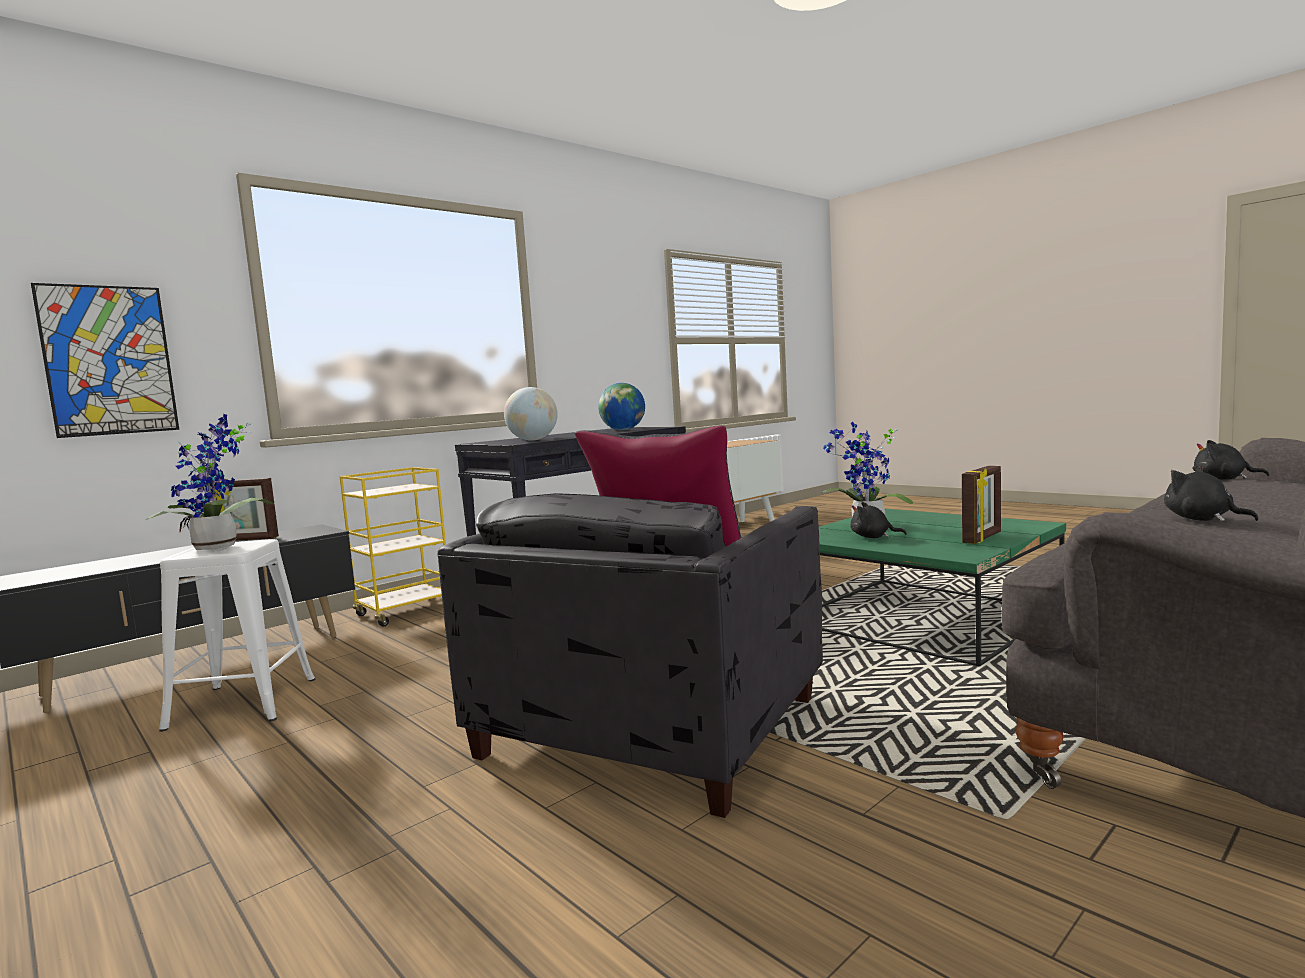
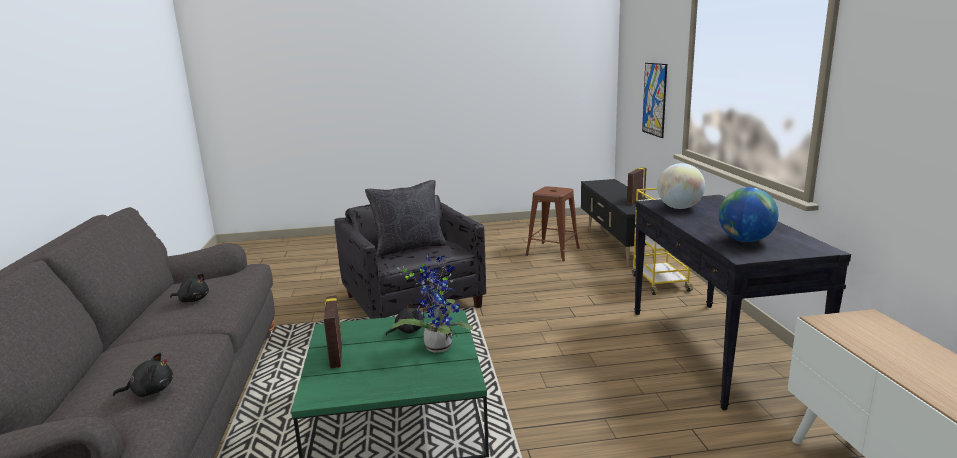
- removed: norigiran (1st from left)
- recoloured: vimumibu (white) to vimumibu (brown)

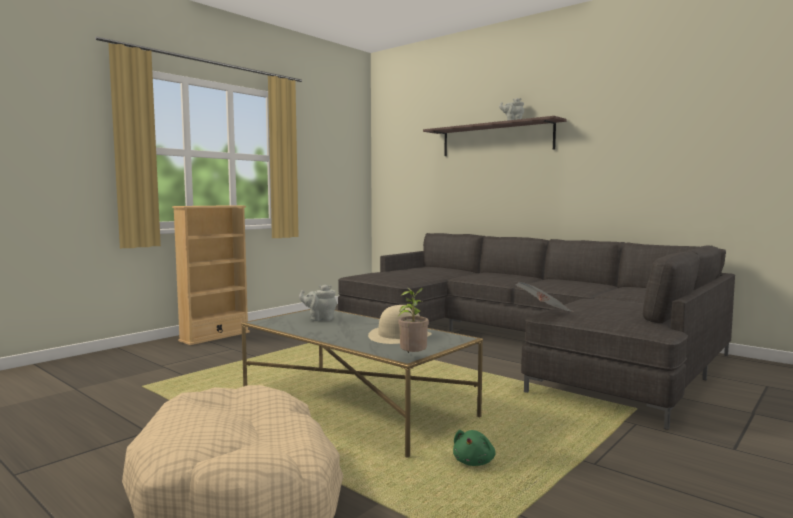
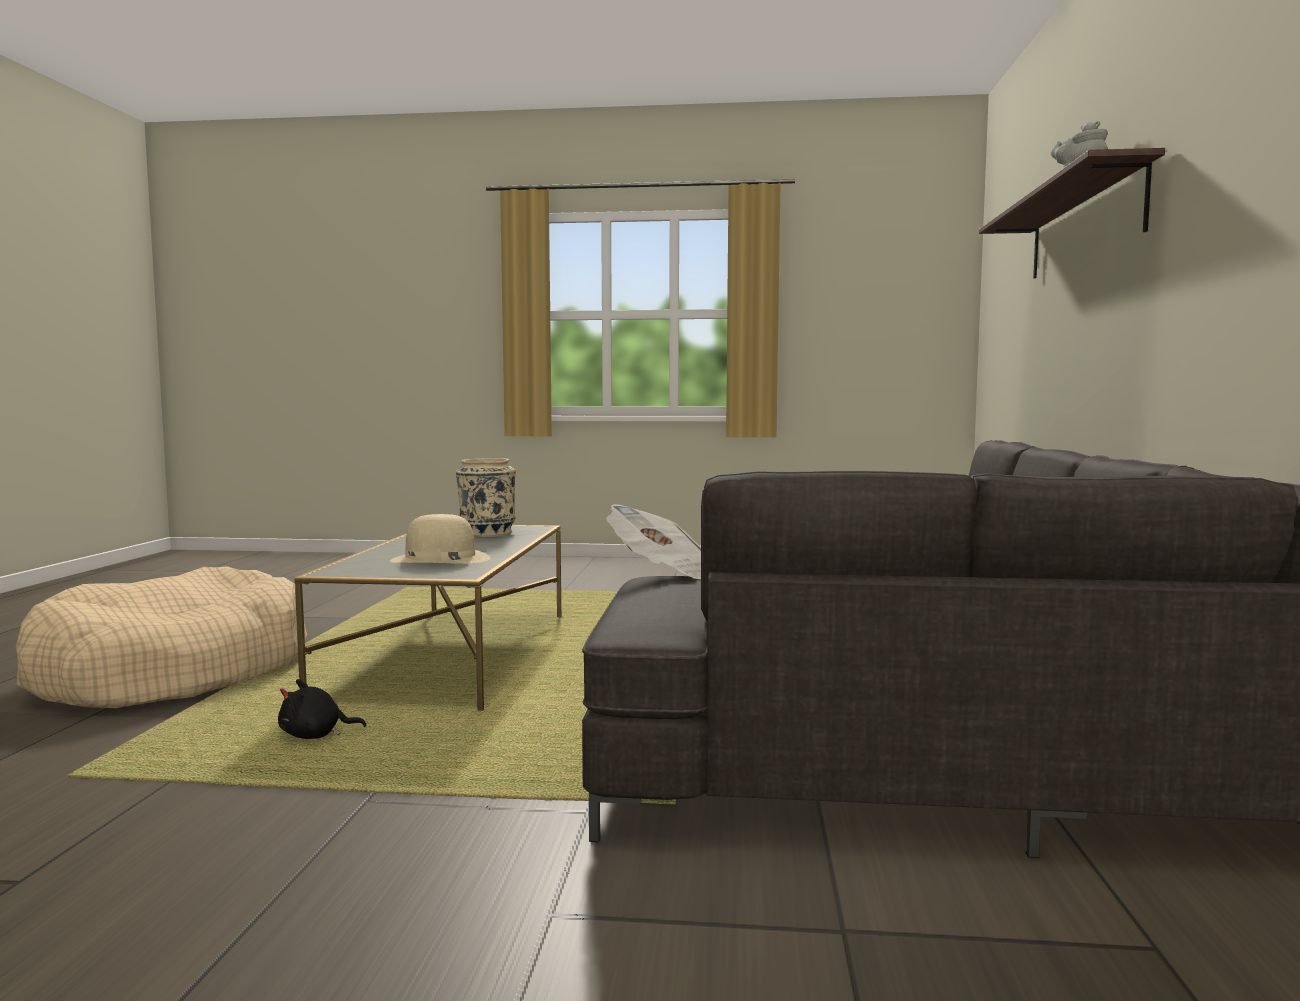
- removed: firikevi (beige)
- replaced: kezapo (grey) (1st from left) to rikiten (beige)
- removed: norigiran
- recoloured: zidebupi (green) to zidebupi (black)

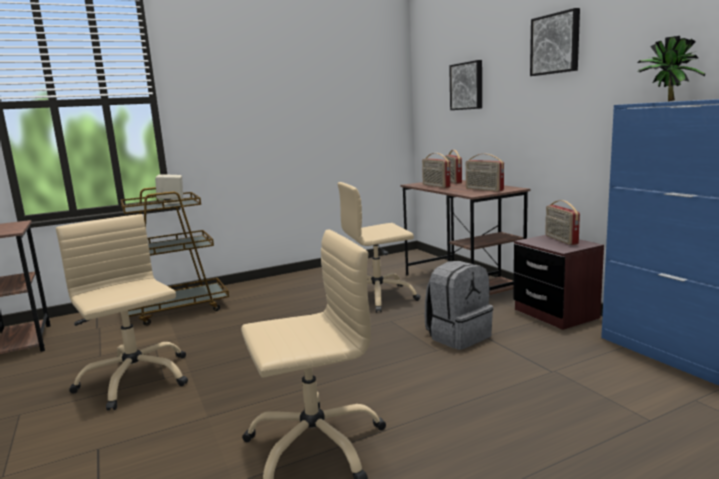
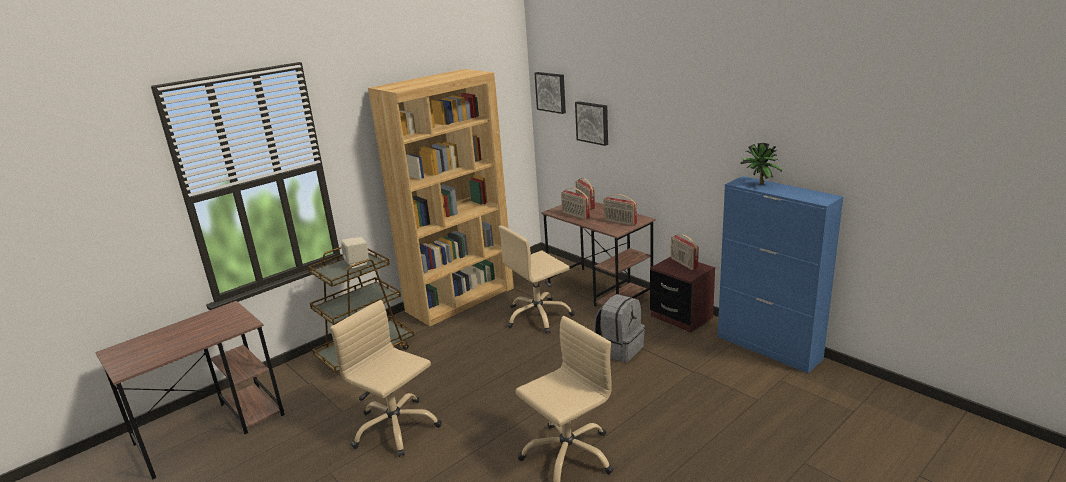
- moved: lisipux (2nd from left in the first image) to lisipux (1st from left)
- added: firikevi (brown)

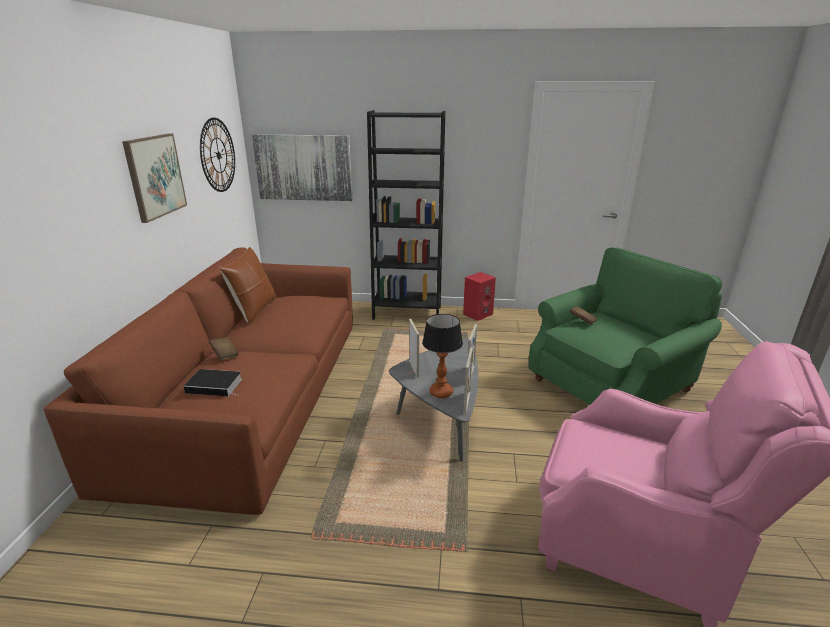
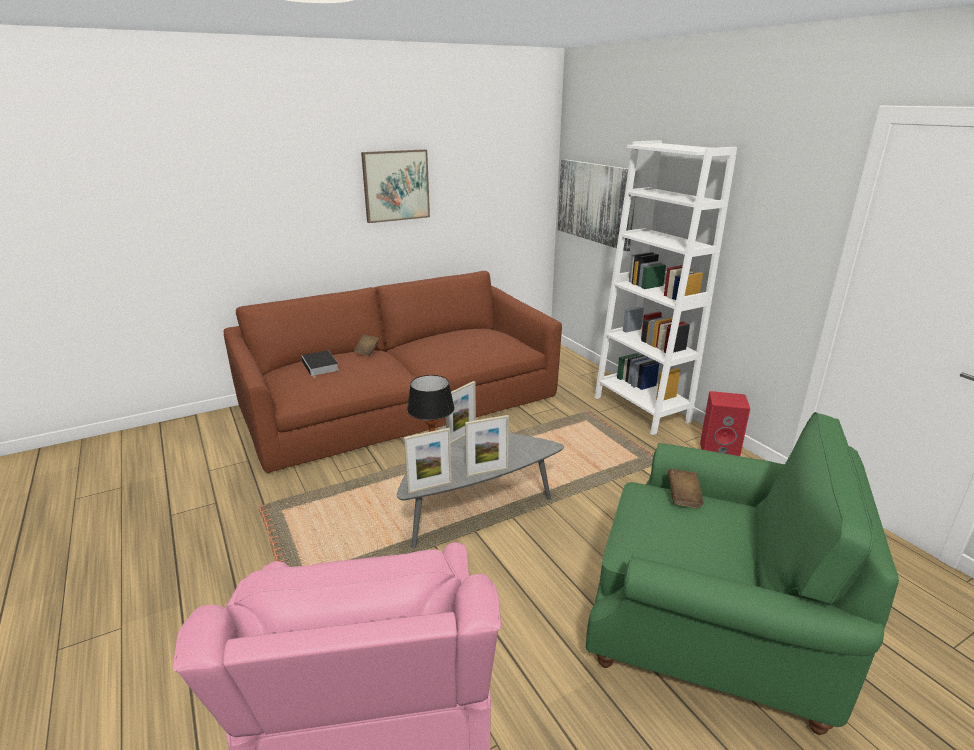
- removed: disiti
- removed: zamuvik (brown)
- recoloured: firikevi (black) to firikevi (white)

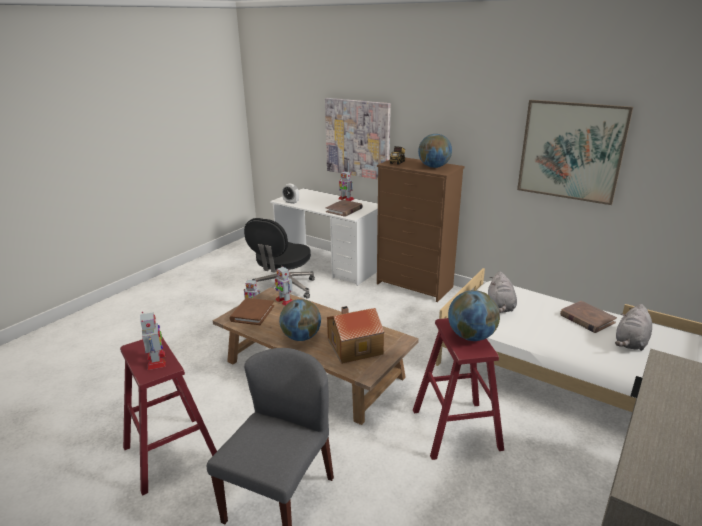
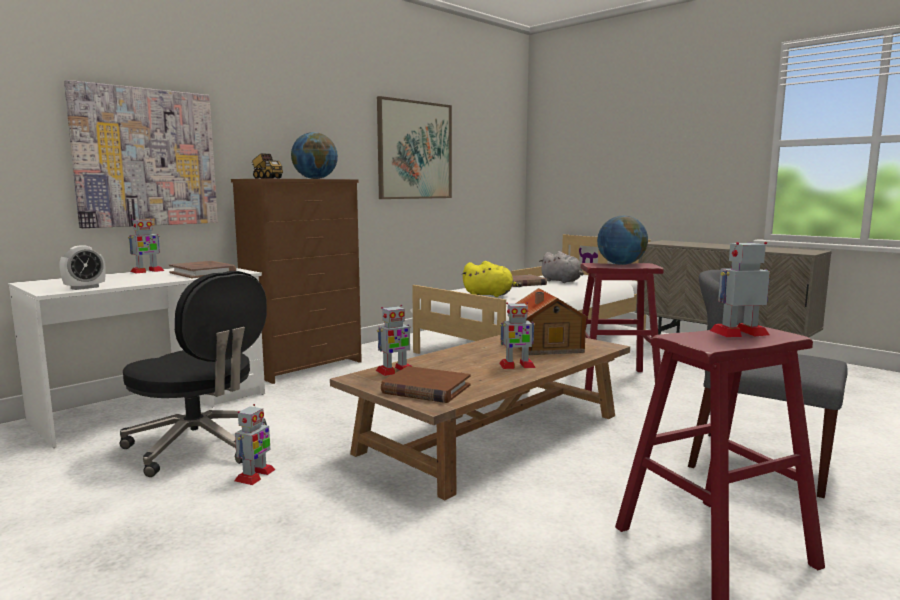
- replaced: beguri (1st from left) to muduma (4th from left)
- recoloured: zidebupi (grey) (1st from left) to zidebupi (yellow)

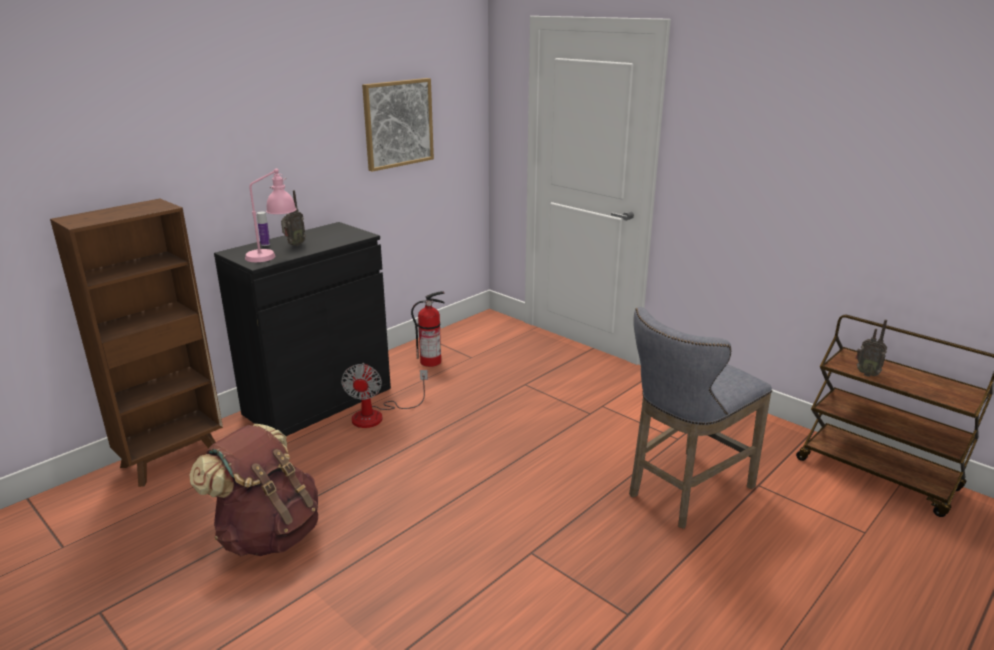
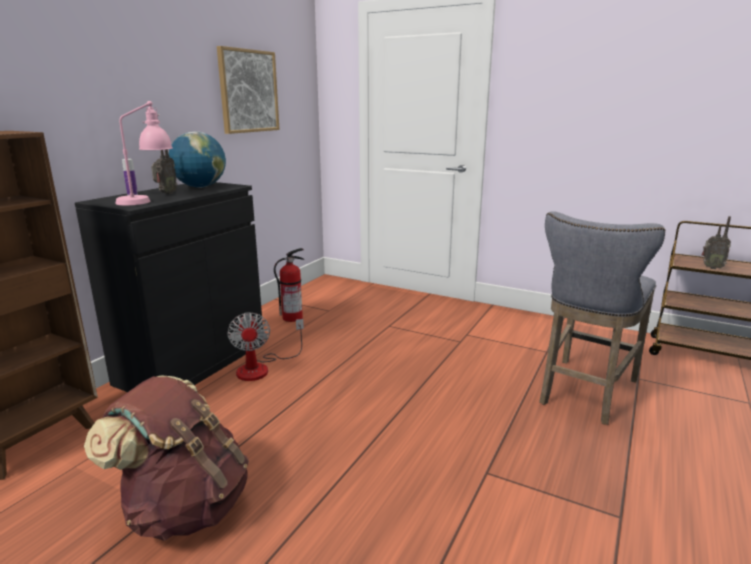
- added: beguri

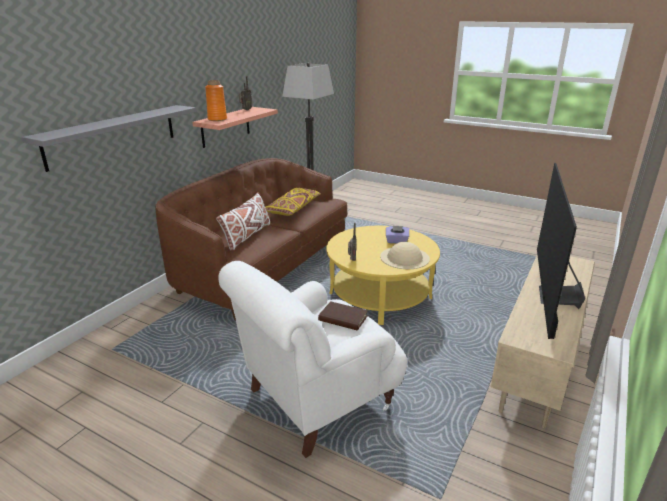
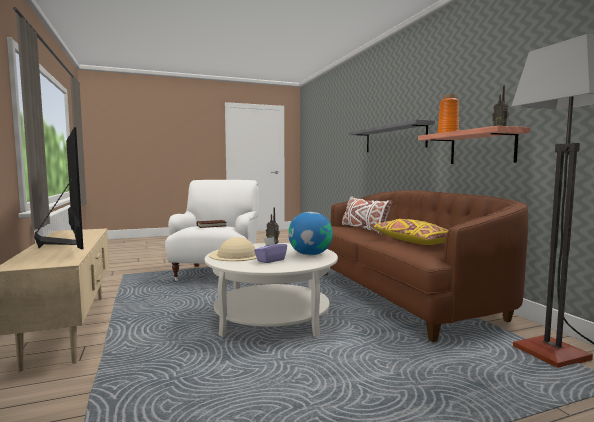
- recoloured: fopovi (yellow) to fopovi (white)
- added: beguri

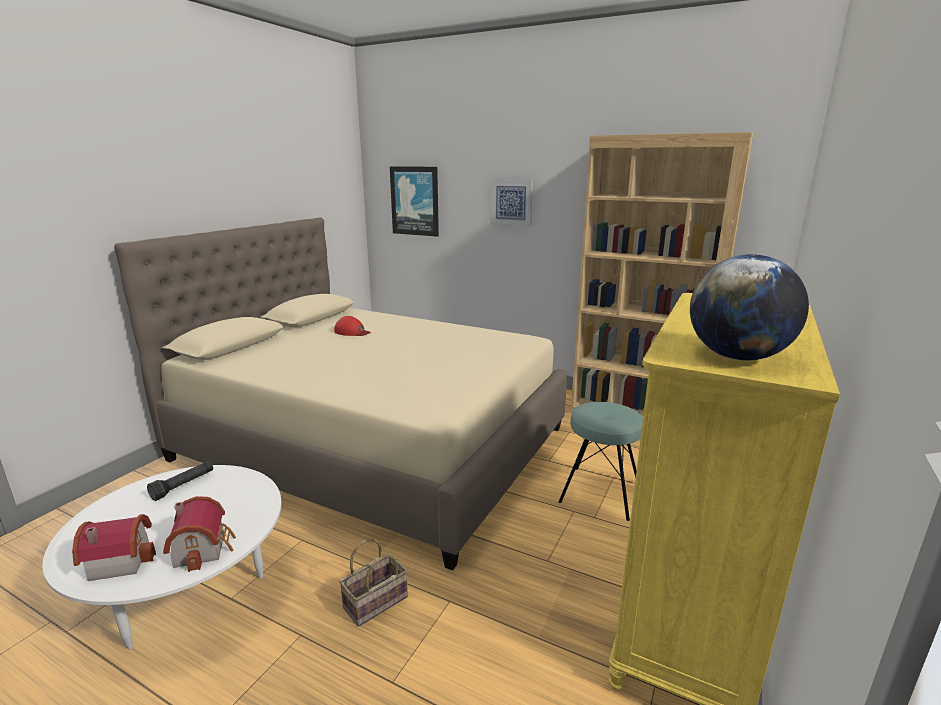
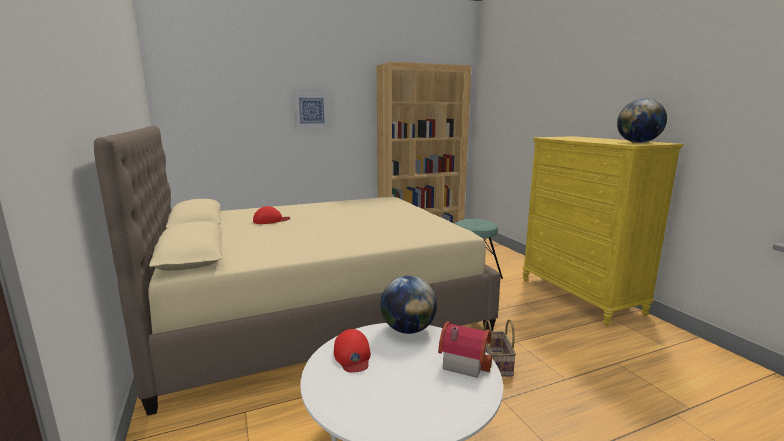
- removed: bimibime (1st from left)
- replaced: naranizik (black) to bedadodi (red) (2nd from left)
- removed: lisipux (1st from left)
- added: beguri (1st from left)

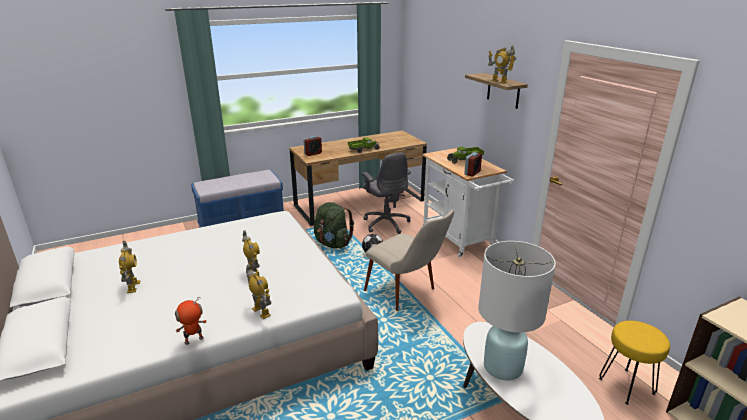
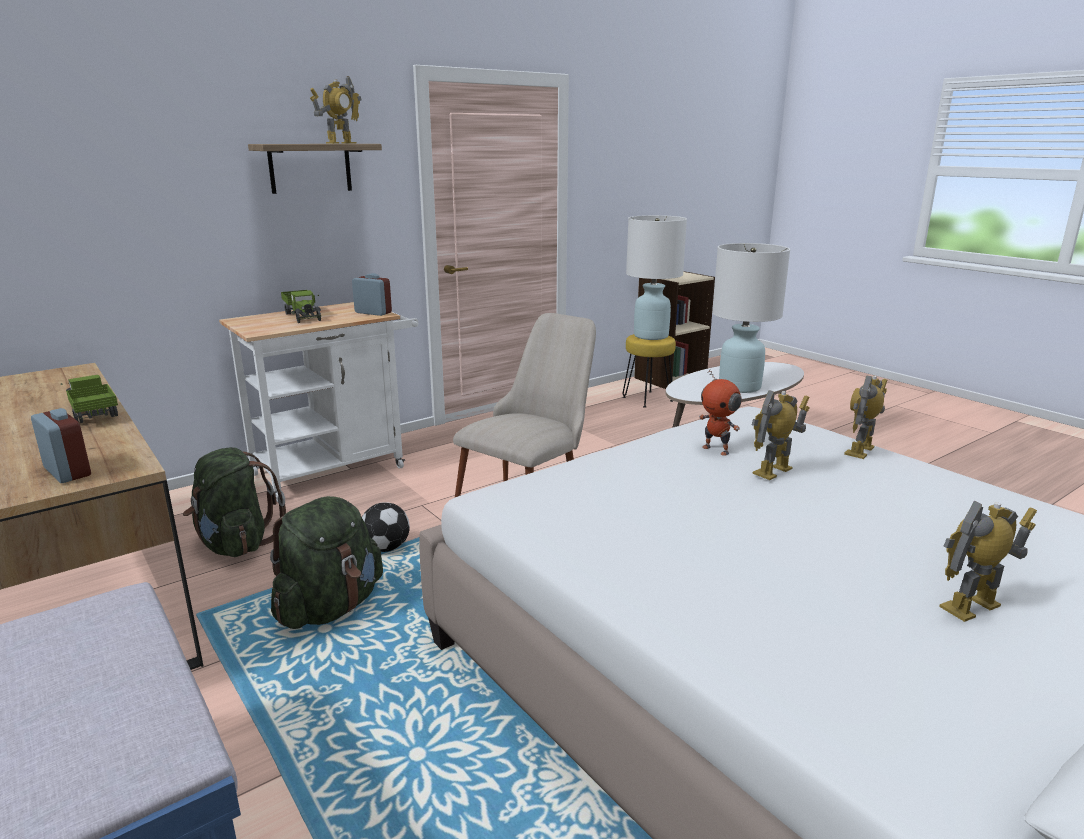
- moved: muduma (2nd from left)
- replaced: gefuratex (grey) to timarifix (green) (1st from left)
- added: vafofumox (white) (1st from left)

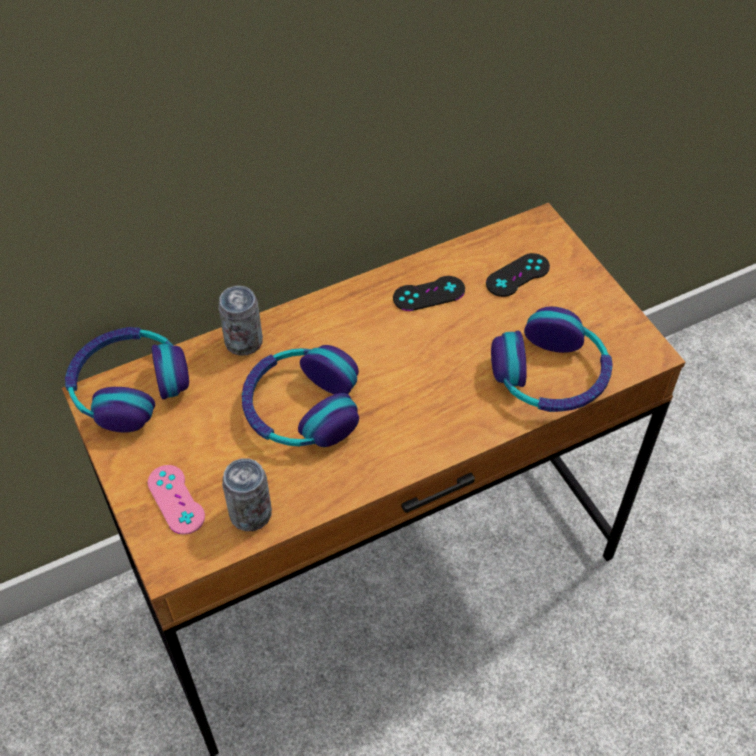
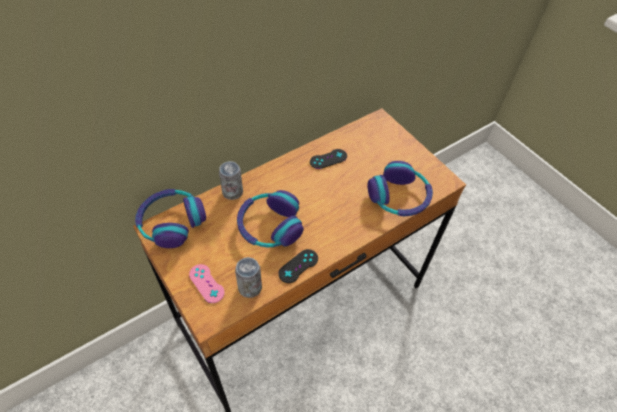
- moved: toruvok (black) (2nd from left in the first image) to toruvok (black) (1st from left)

